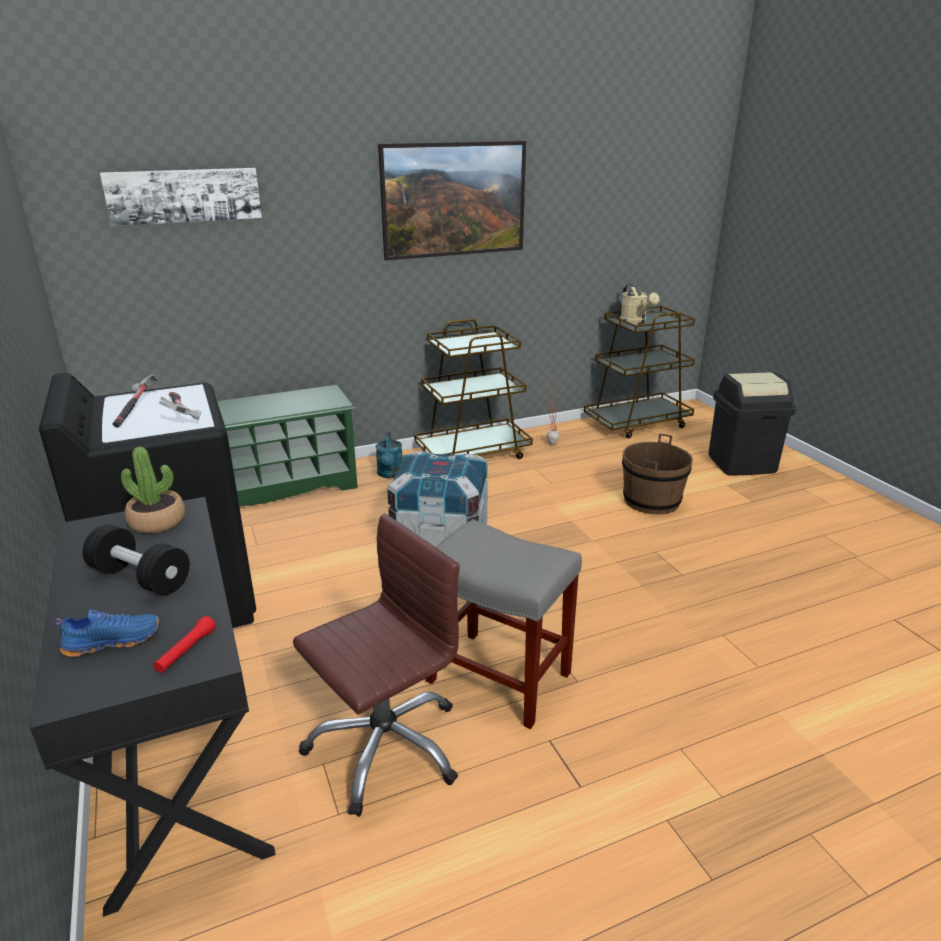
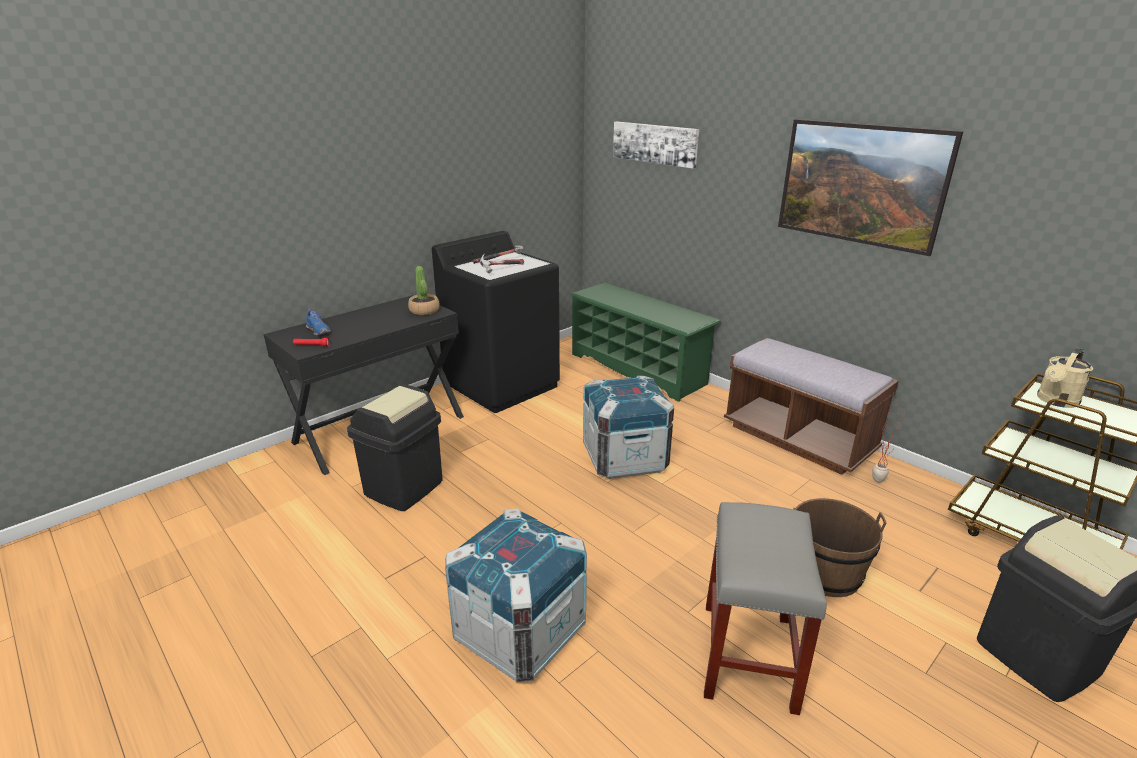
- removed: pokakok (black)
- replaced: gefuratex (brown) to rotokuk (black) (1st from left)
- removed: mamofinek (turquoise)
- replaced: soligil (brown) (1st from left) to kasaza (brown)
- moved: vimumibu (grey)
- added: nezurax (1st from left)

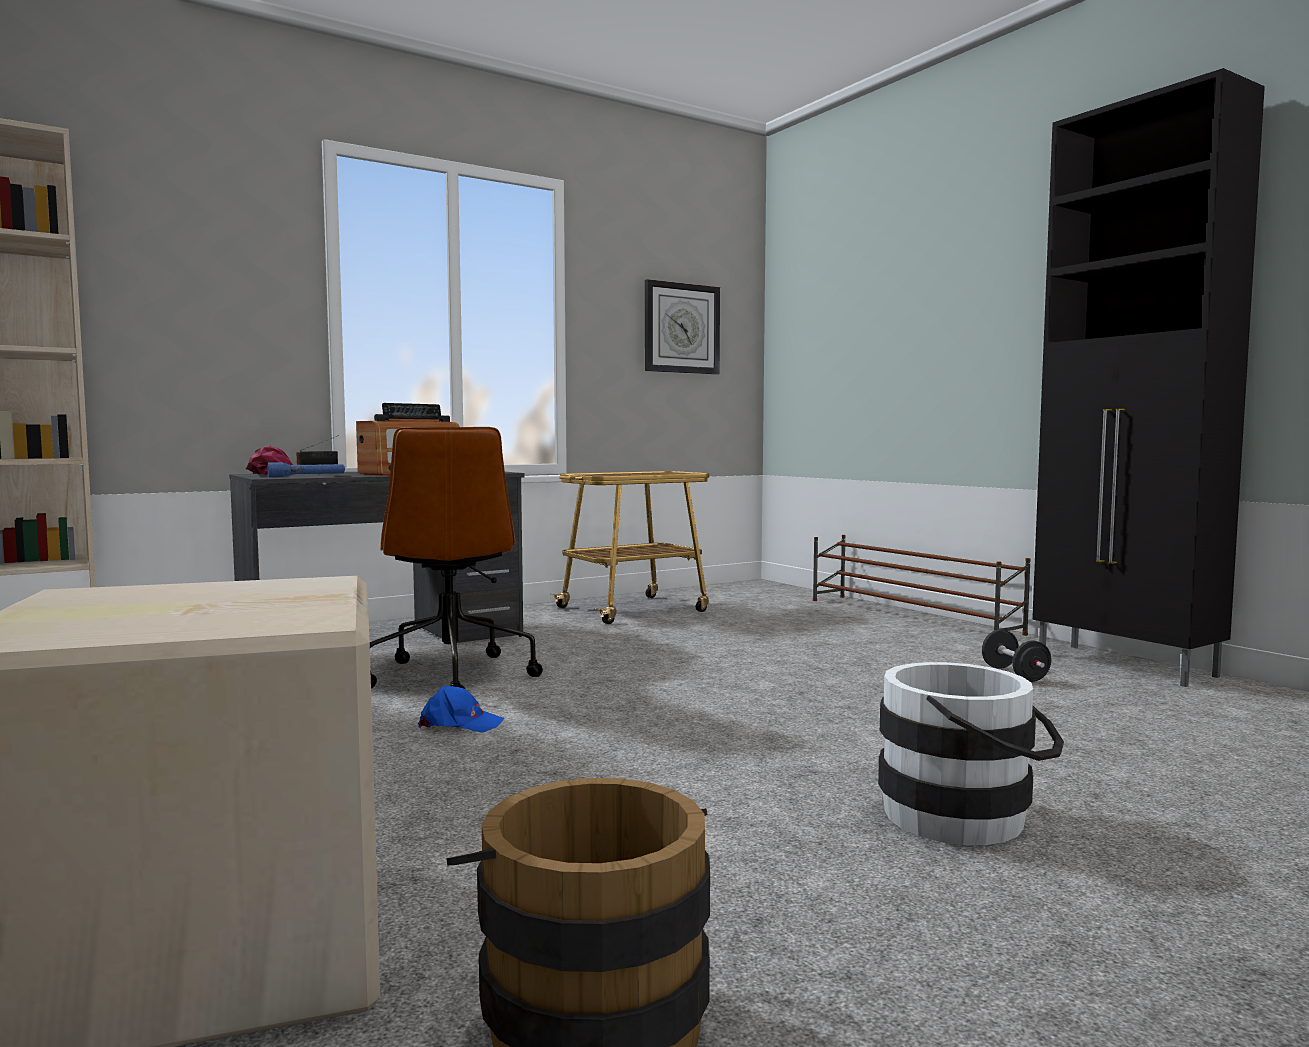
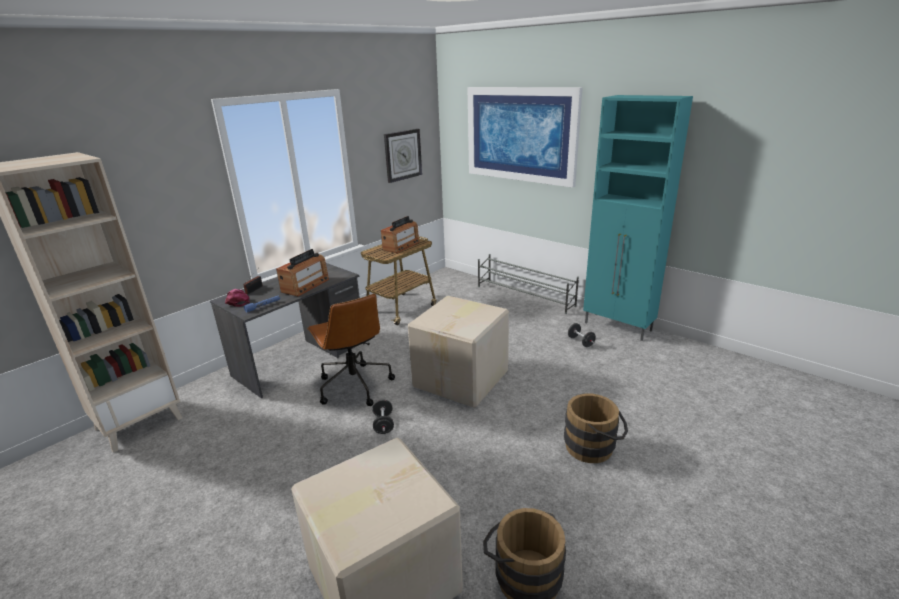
- replaced: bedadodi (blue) to pokakok (black) (1st from left)
- recoloured: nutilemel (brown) to nutilemel (grey)
- recoloured: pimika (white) to pimika (brown) (2nd from left)
- recoloured: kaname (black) to kaname (turquoise)
- added: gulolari (3rd from left)
- added: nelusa (2nd from left)
- added: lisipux

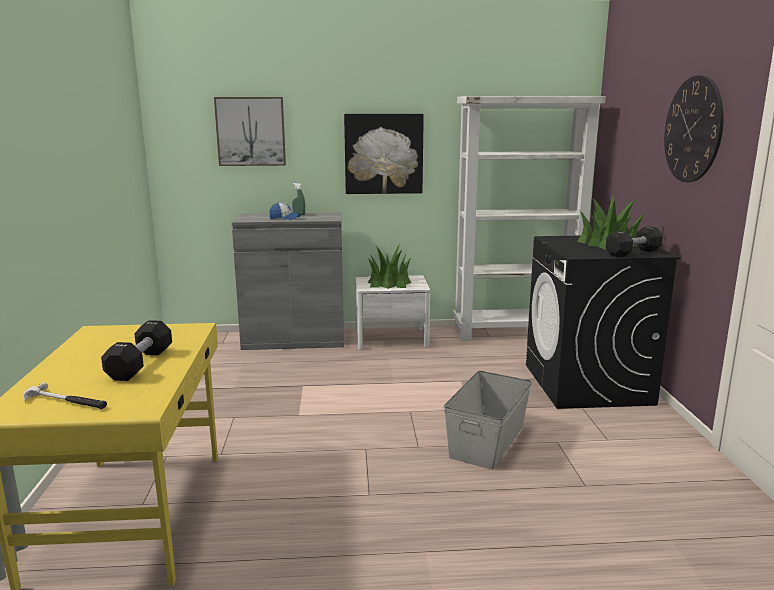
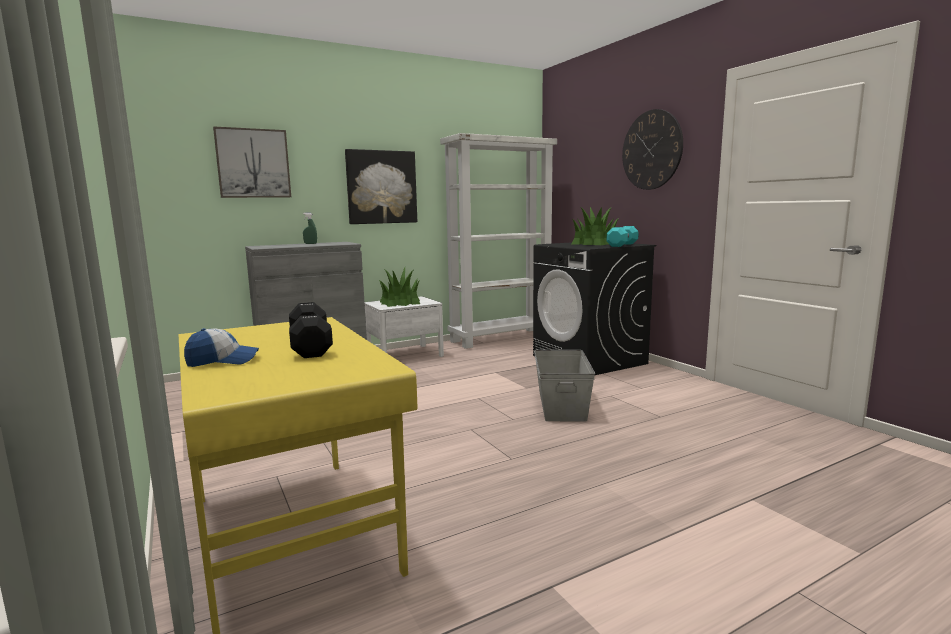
- removed: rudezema
- moved: bedadodi
- recoloured: pokakok (black) (2nd from left) to pokakok (turquoise)

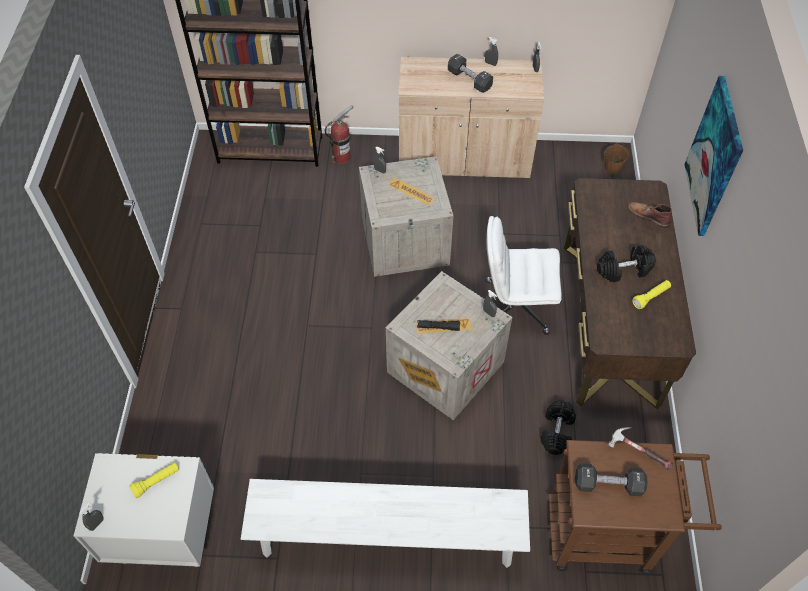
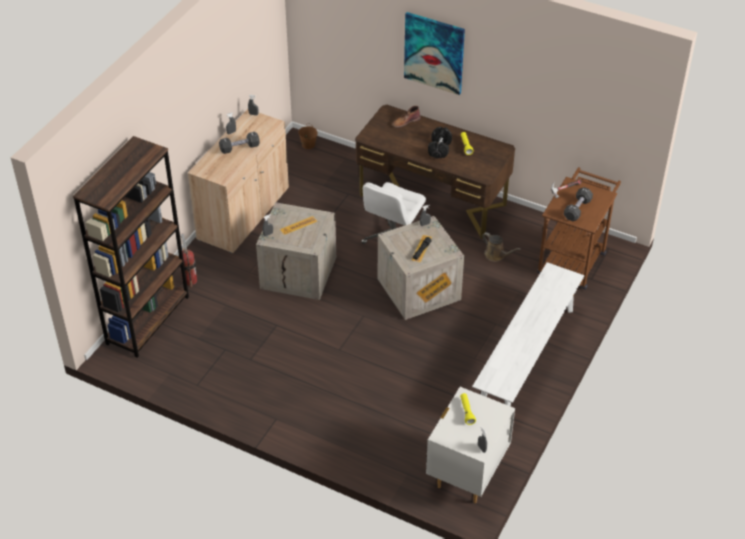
- replaced: pokakok (black) (2nd from left) to mamofinek (brown)

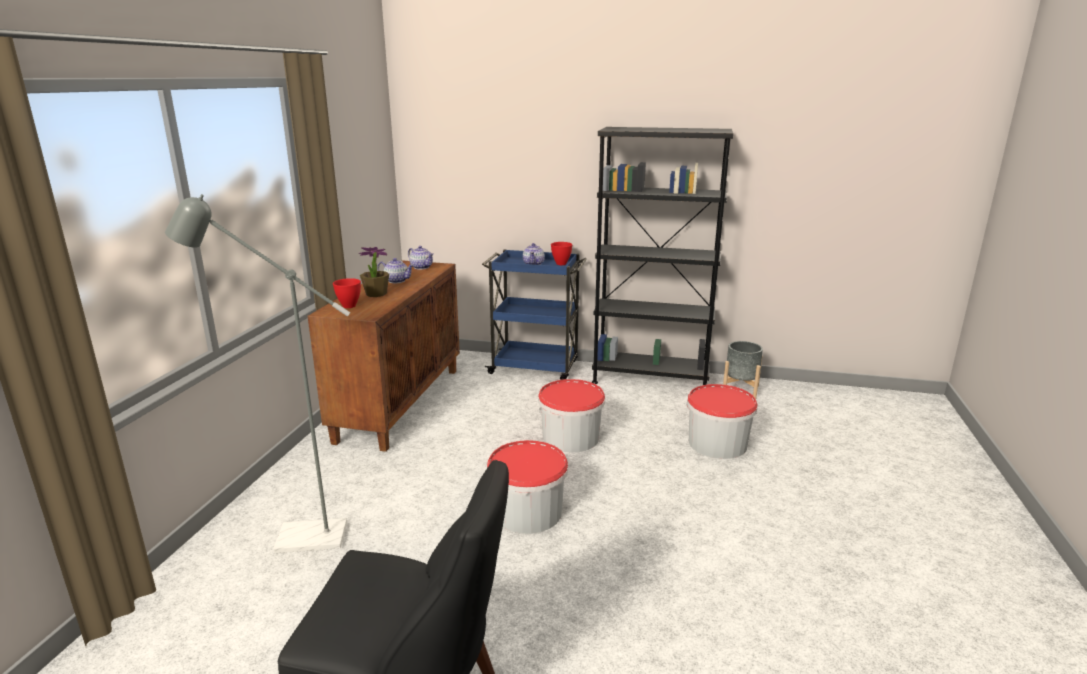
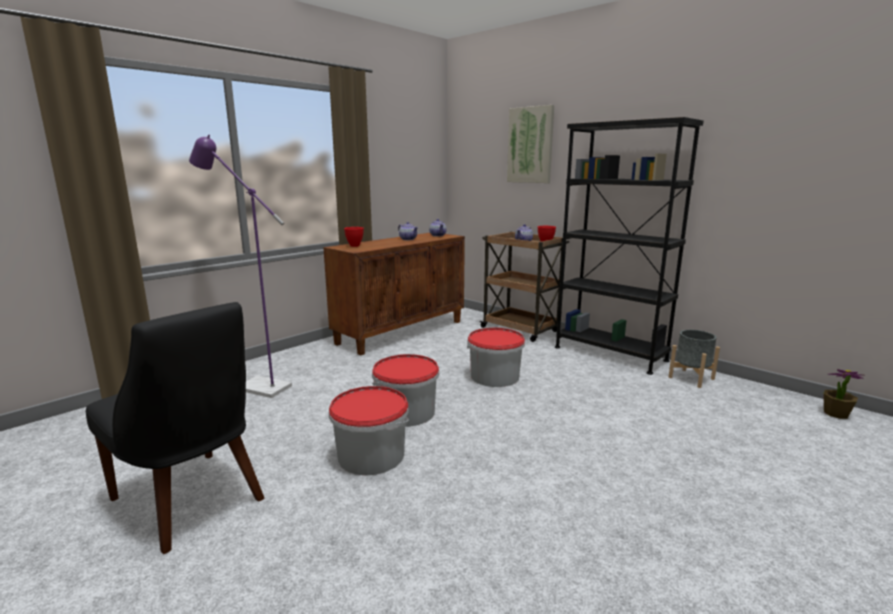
- recoloured: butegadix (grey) to butegadix (purple)
- moved: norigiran
- recoloured: soligil (blue) to soligil (brown)
- moved: pimika (3rd from left in the first image) to pimika (1st from left)
- added: lisipux

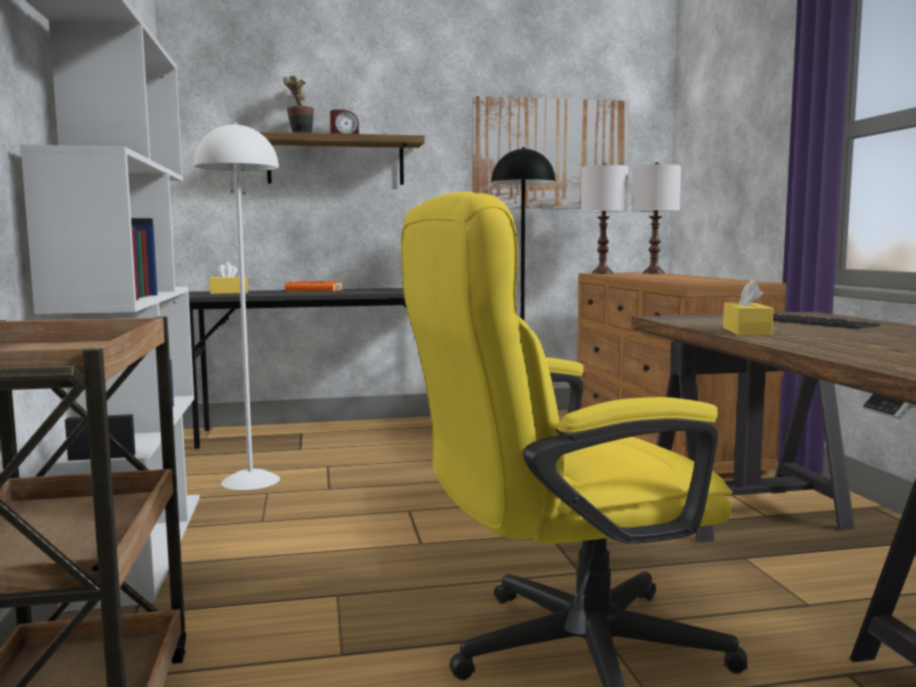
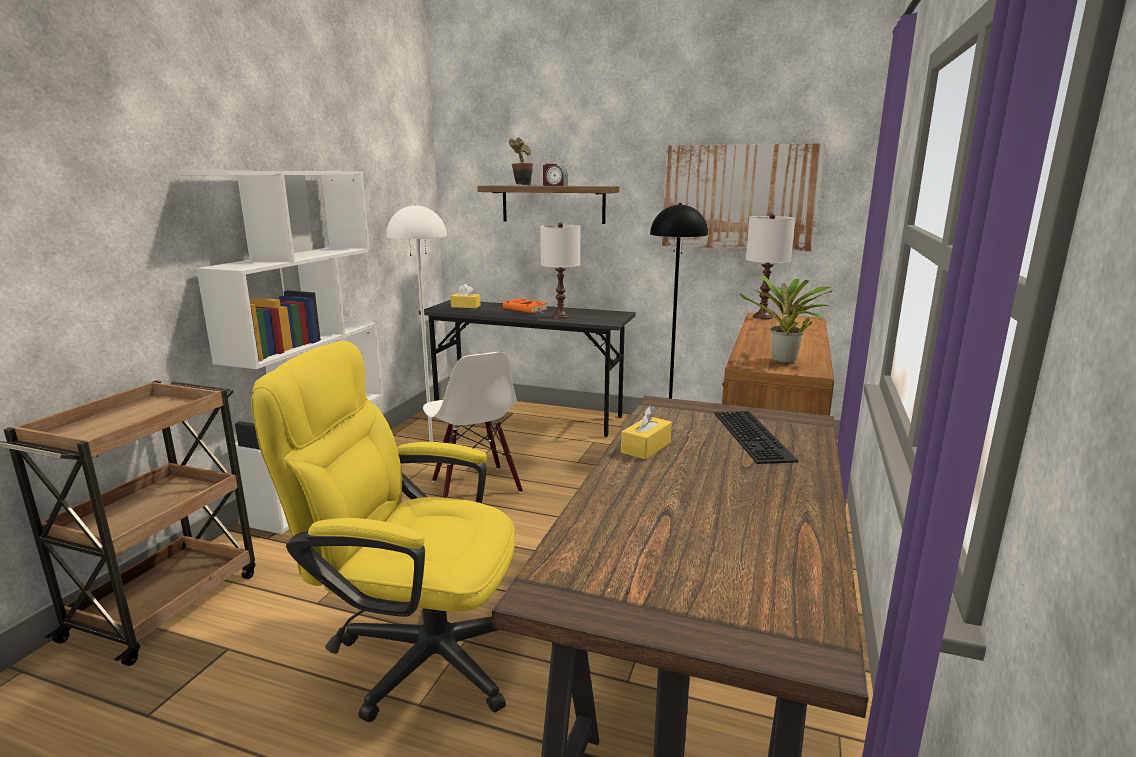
- moved: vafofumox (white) (2nd from left in the first image) to vafofumox (white) (1st from left)
- added: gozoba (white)
- added: norigiran (2nd from left)

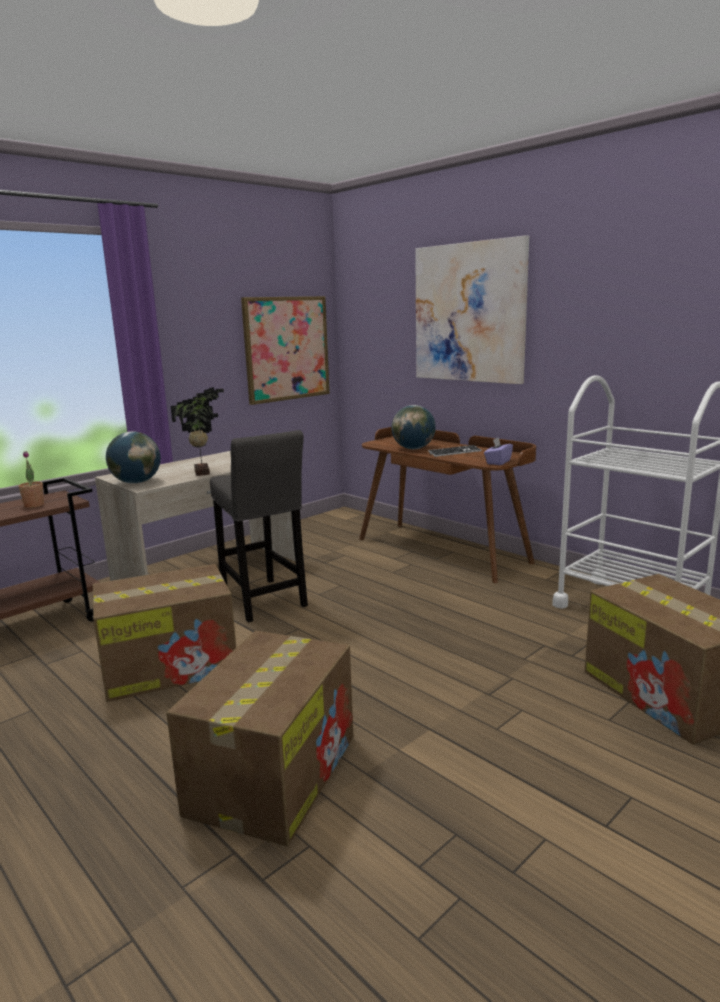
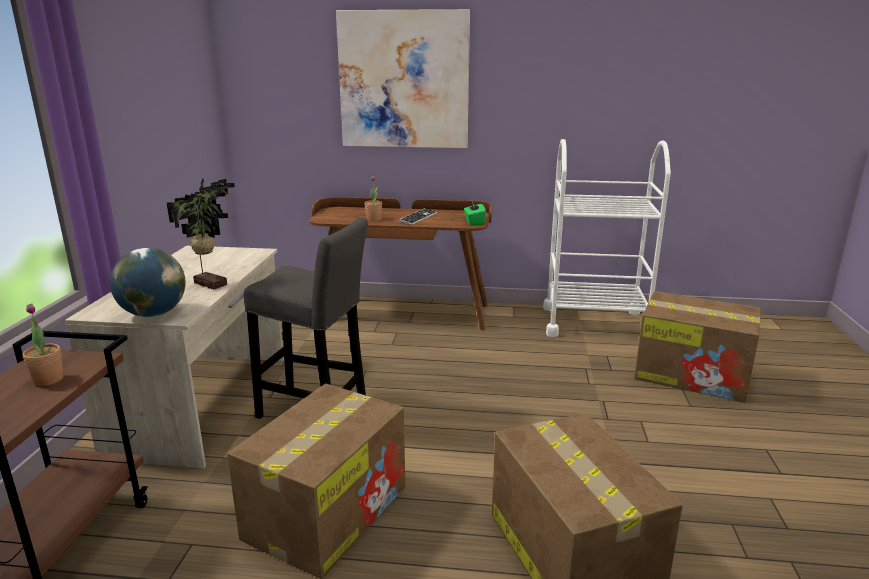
- removed: lisipux (1st from left)
- replaced: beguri (2nd from left) to norigiran (3rd from left)
- recoloured: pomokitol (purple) to pomokitol (green)

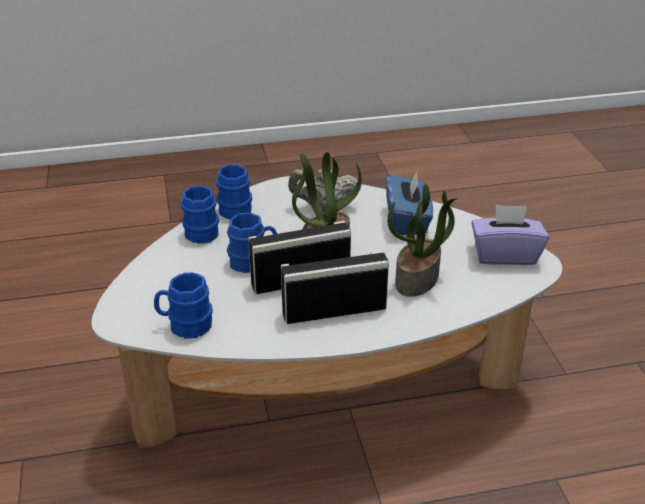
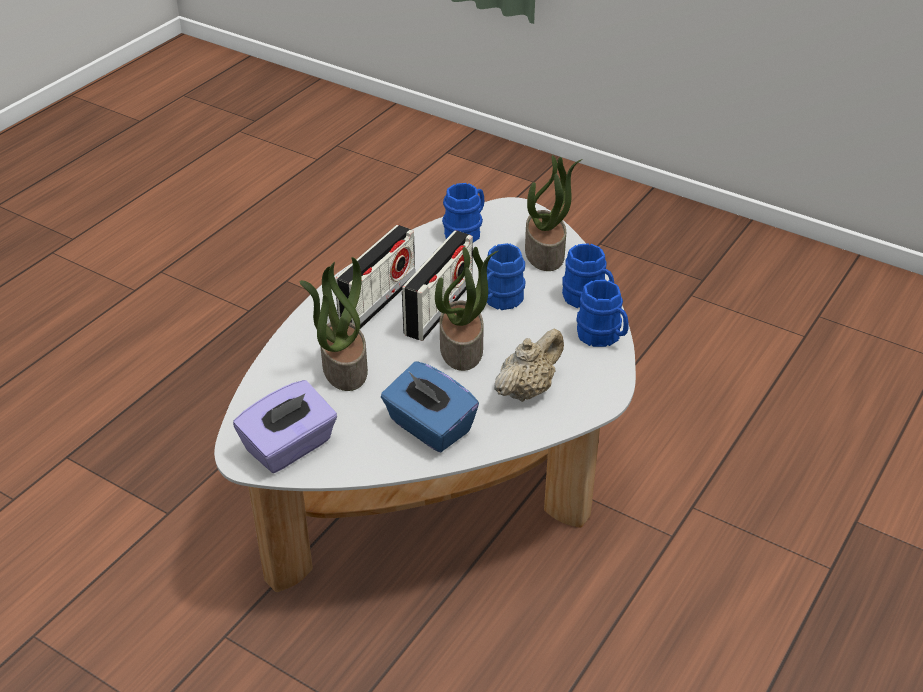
- added: norigiran (3rd from left)

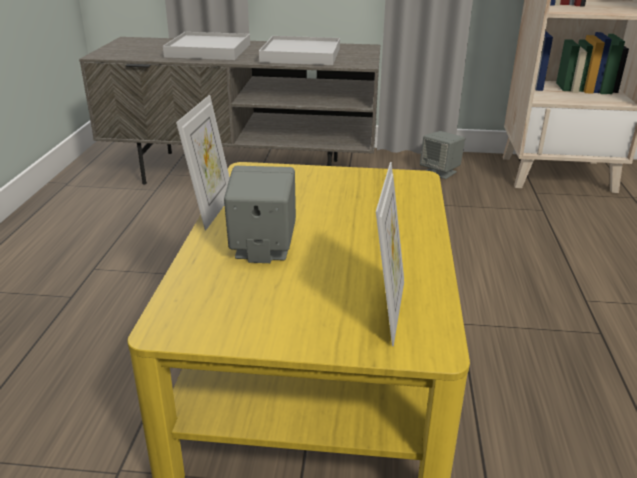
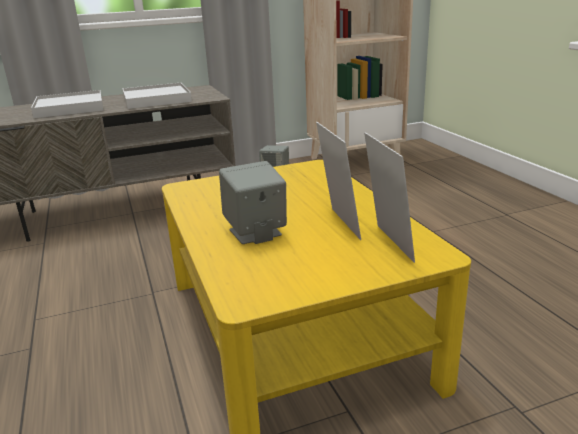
- moved: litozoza (1st from left)

